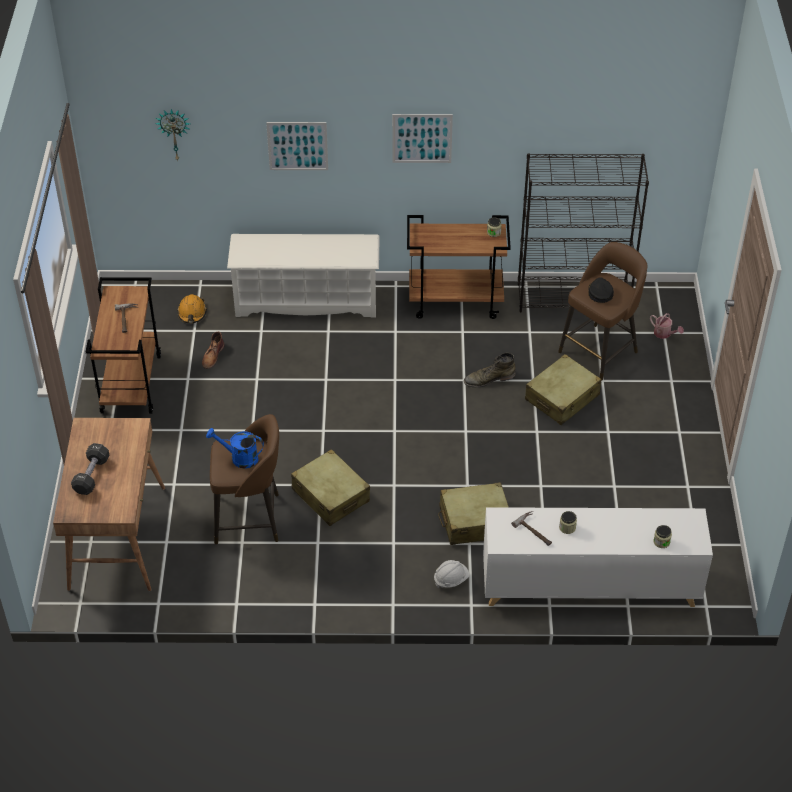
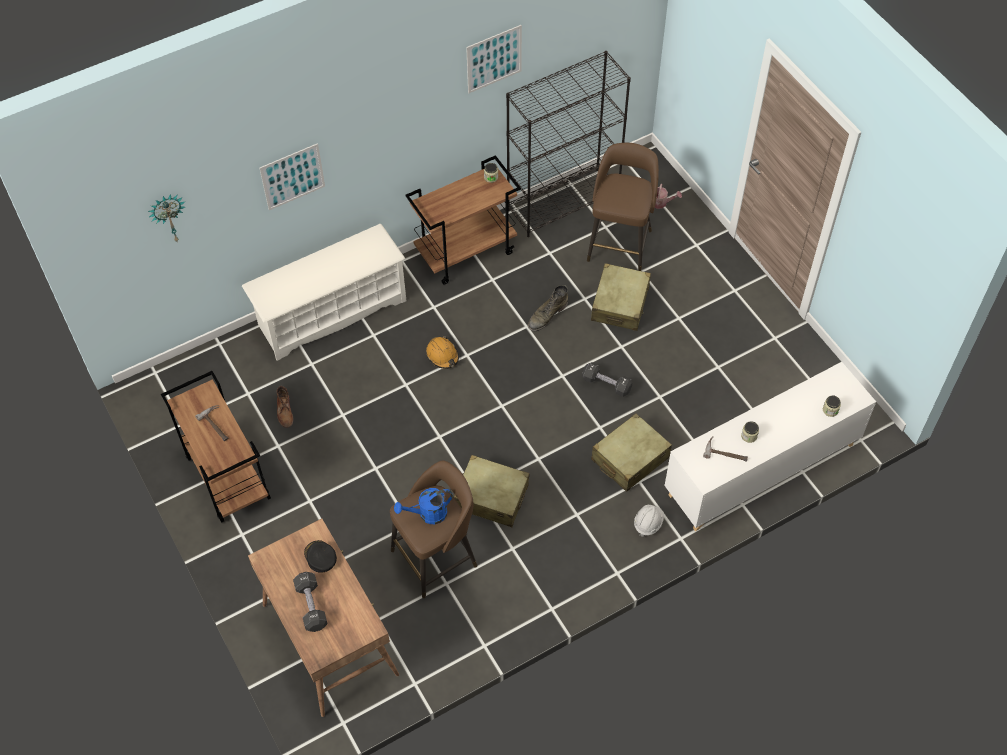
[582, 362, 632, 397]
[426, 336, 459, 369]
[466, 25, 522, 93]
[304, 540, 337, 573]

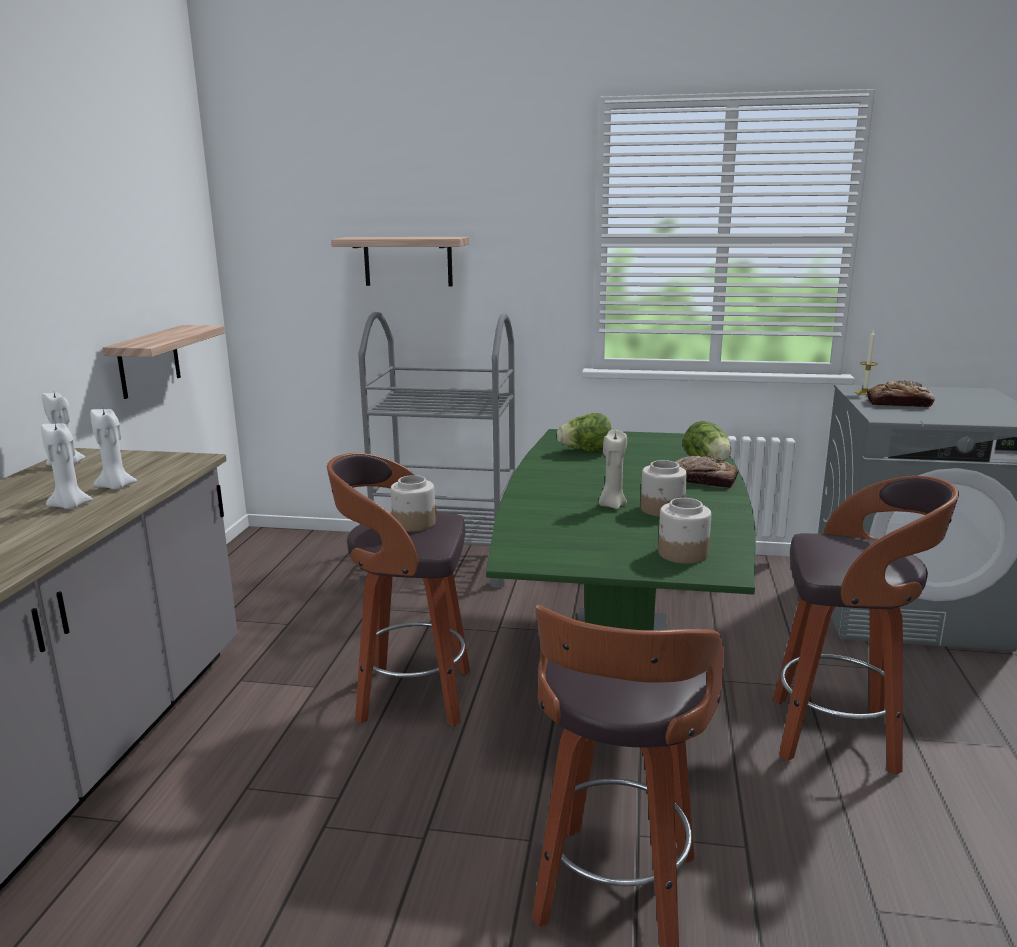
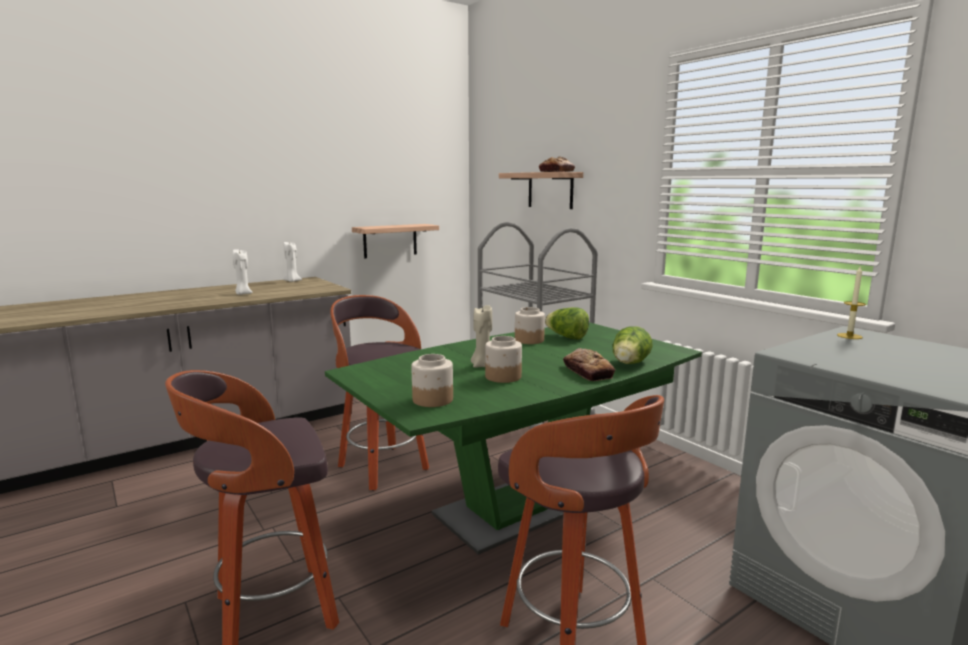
[90, 408, 137, 490] (first image)
[515, 307, 545, 344]
[539, 156, 575, 172]

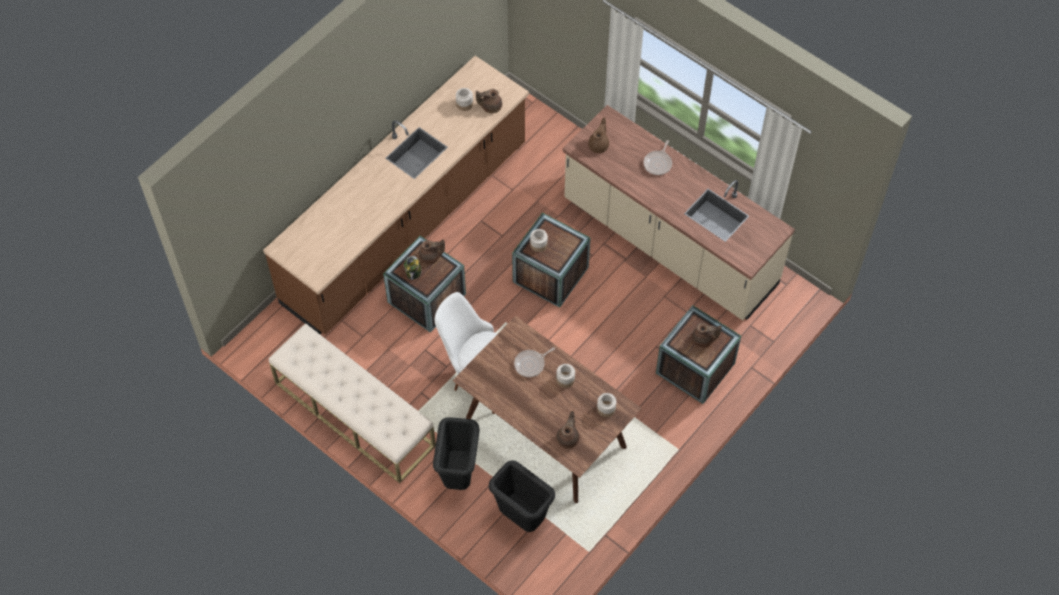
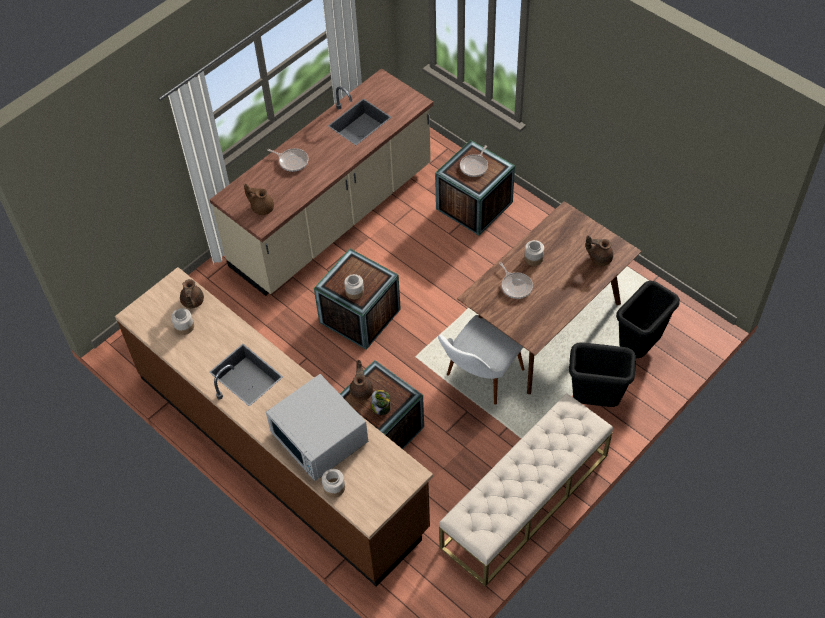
[266, 374, 368, 481]
[322, 469, 345, 498]
[460, 145, 488, 177]

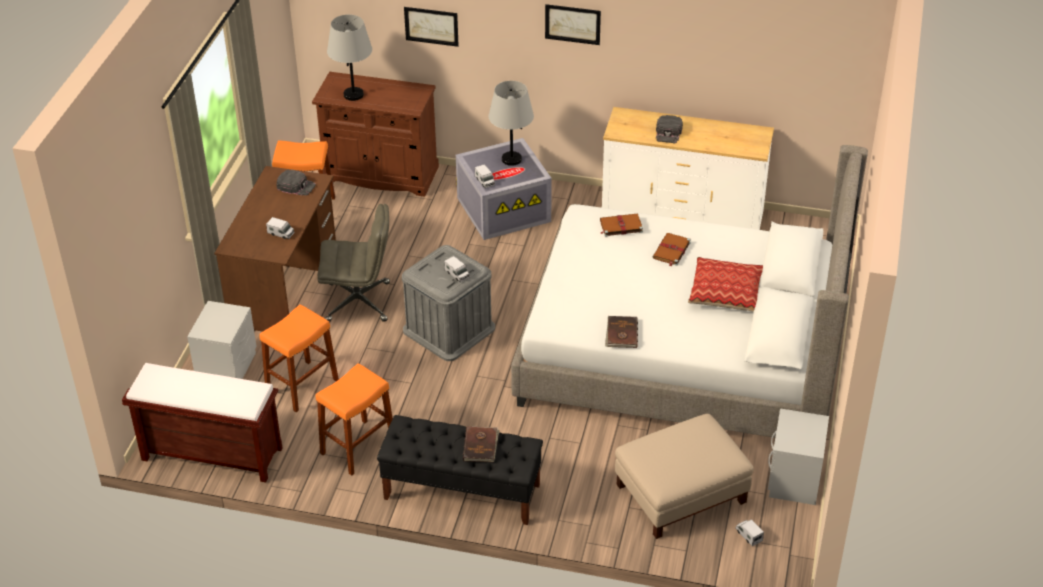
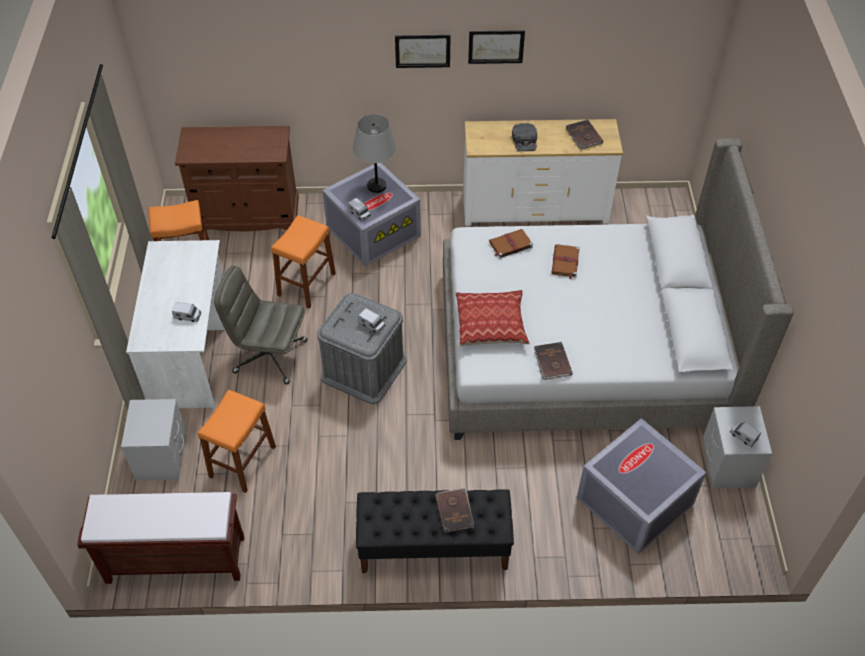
[276, 170, 316, 196] (first image)
[327, 15, 372, 101] (first image)
[566, 120, 603, 149]
[271, 215, 336, 309]
[468, 30, 525, 64]
[456, 290, 530, 346]
[730, 422, 761, 447]
[577, 418, 706, 554]
[126, 240, 225, 408]
[214, 266, 308, 384]

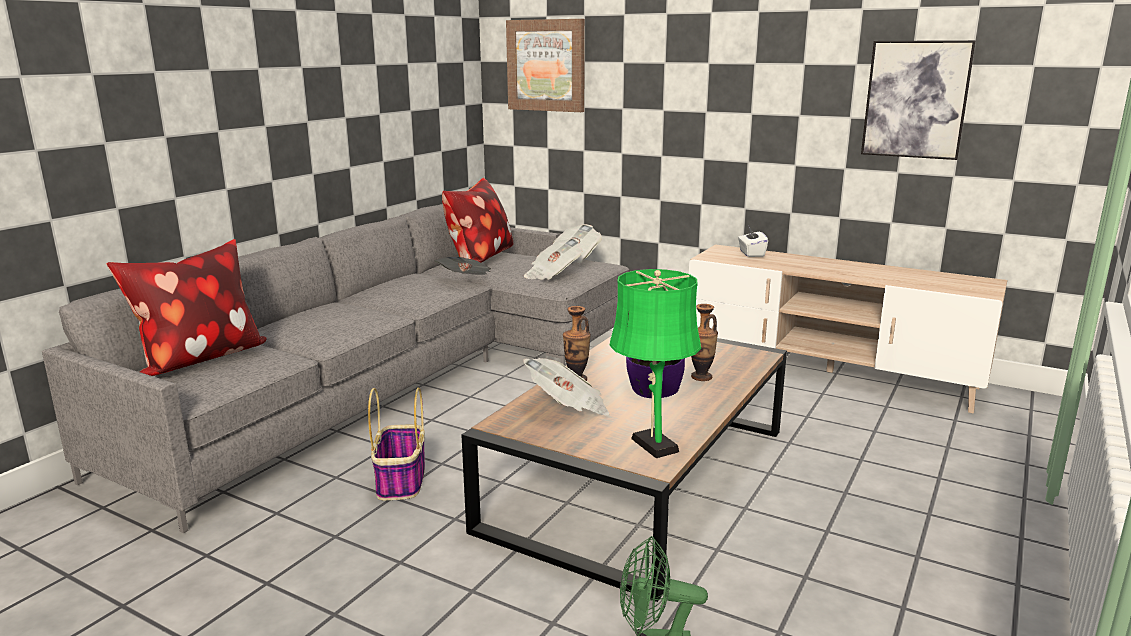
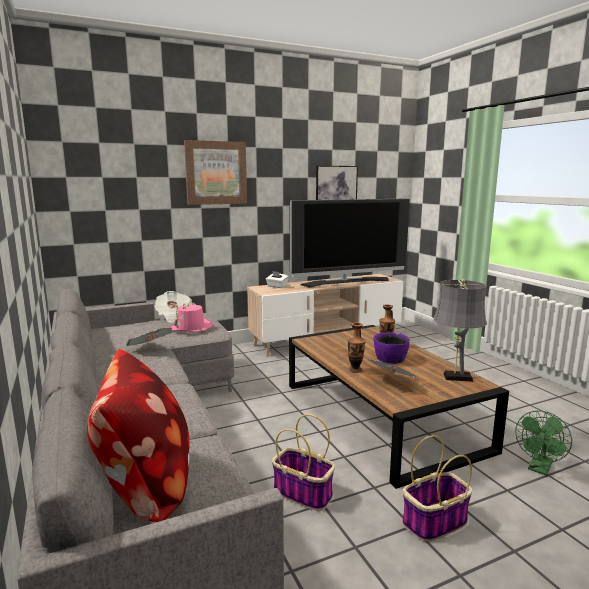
[442, 178, 513, 263] (first image)
[290, 199, 410, 287]
[402, 435, 472, 542]
[184, 140, 247, 205]
[169, 303, 213, 332]
[433, 279, 487, 382]

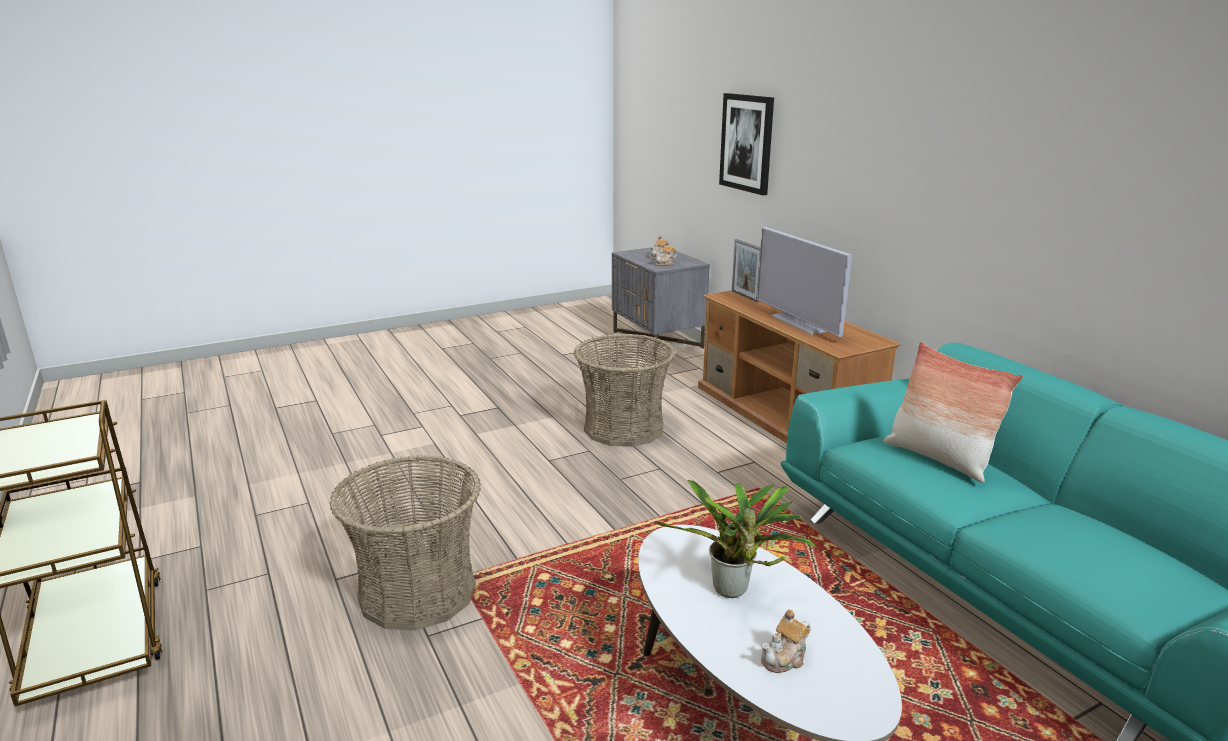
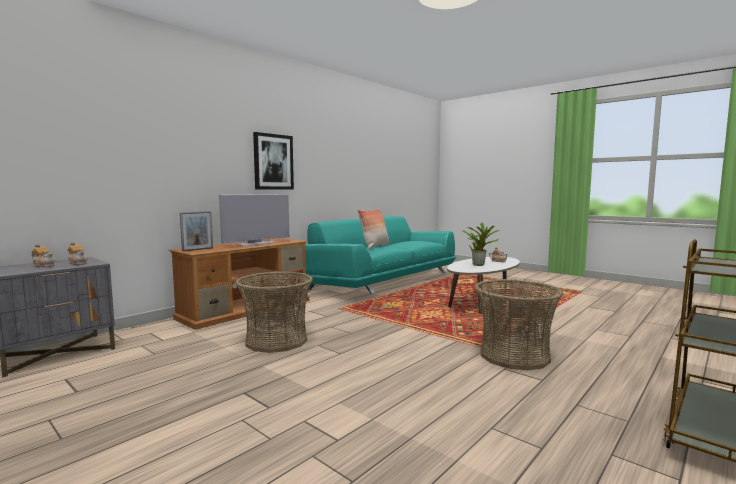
[253, 132, 294, 190]

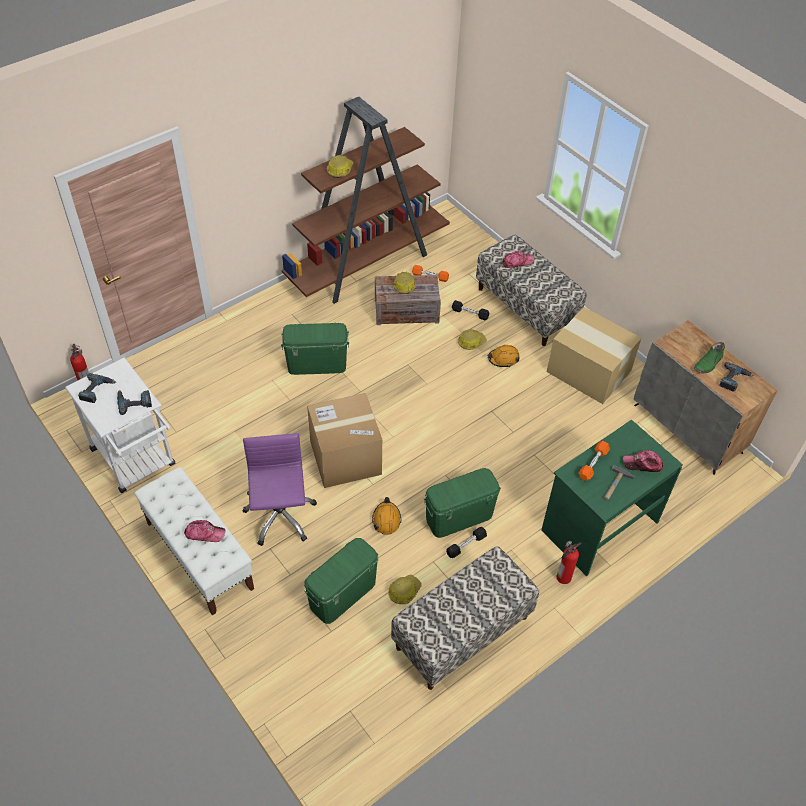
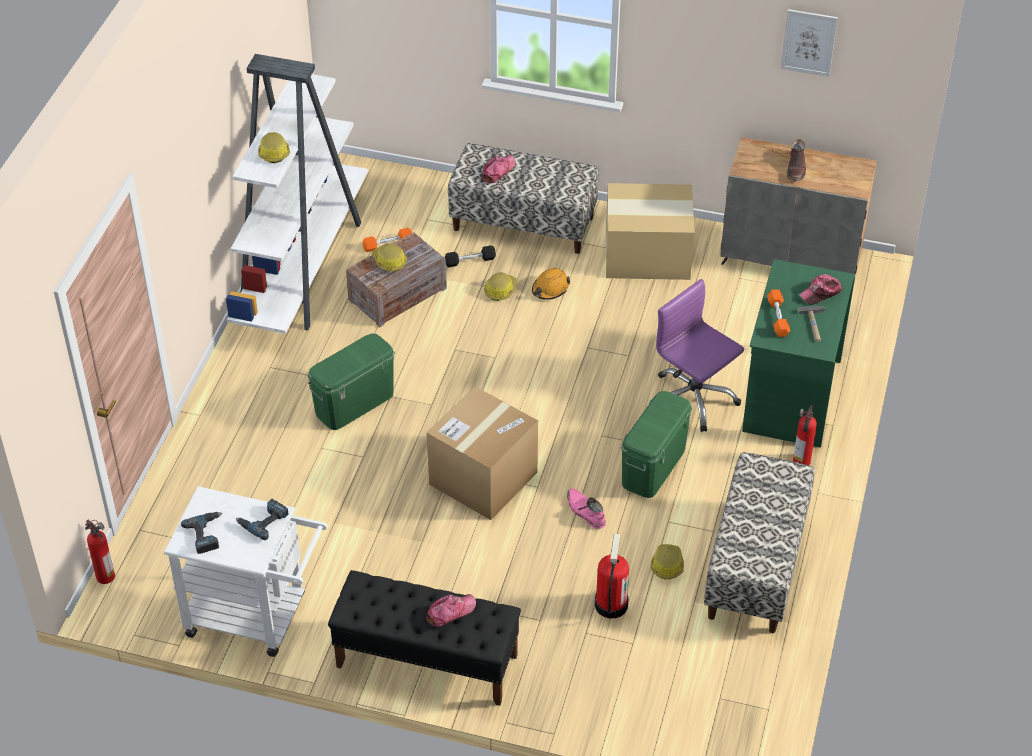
[446, 527, 487, 558] (first image)
[719, 362, 754, 392] (first image)
[781, 9, 838, 77]
[656, 279, 744, 432]
[595, 533, 629, 618]
[567, 488, 606, 529]
[328, 570, 521, 706]
[226, 54, 368, 334]
[787, 139, 806, 181]

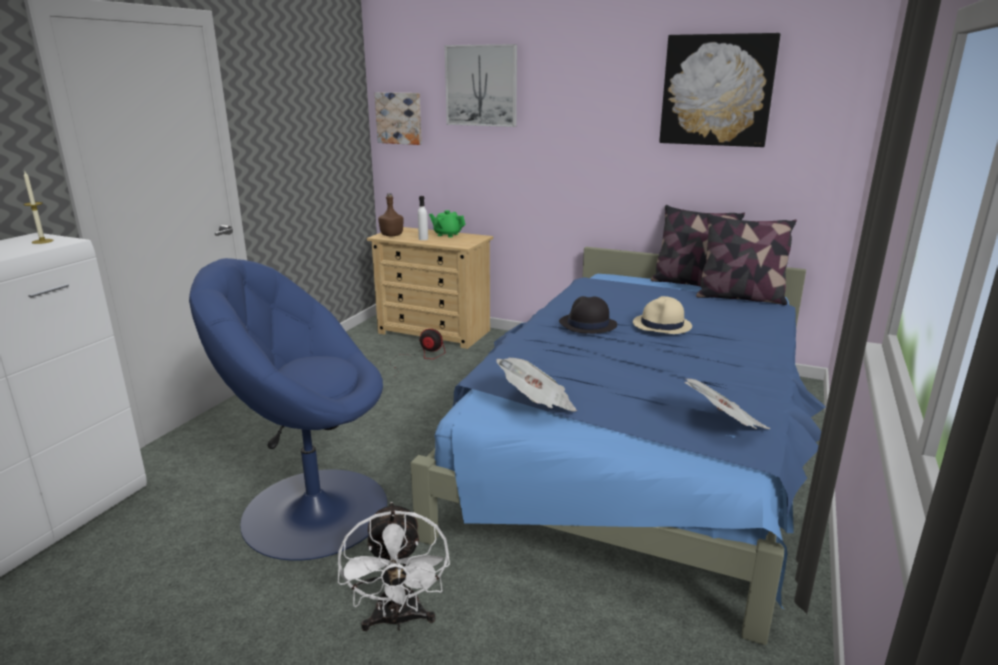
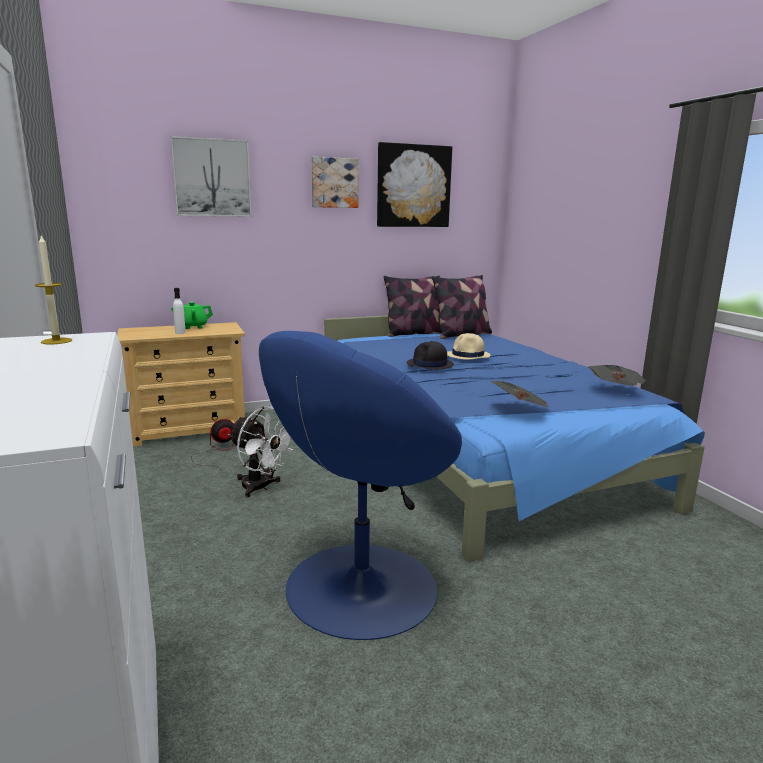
[378, 193, 404, 236] (first image)
[228, 406, 294, 497]
[311, 157, 359, 208]

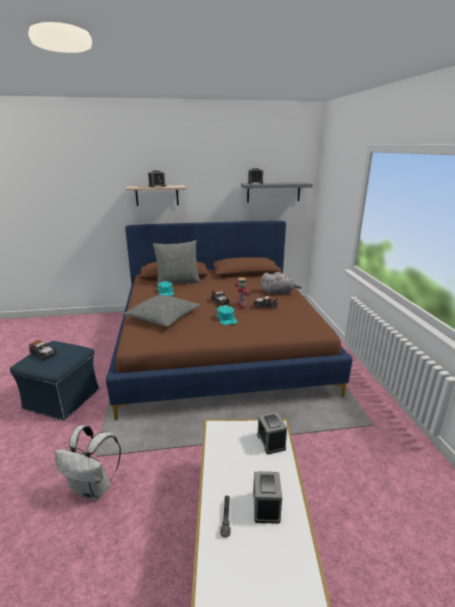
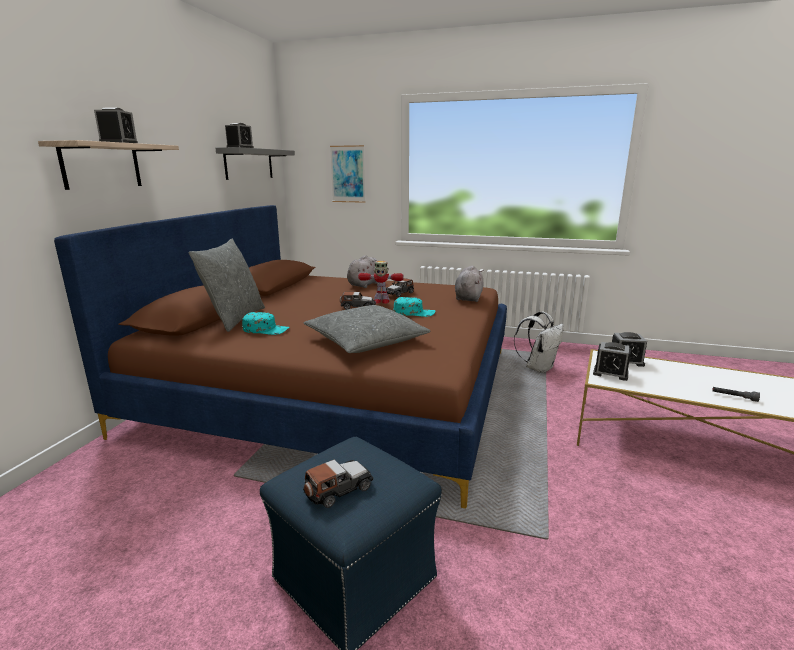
[330, 145, 365, 203]
[455, 265, 484, 302]
[514, 311, 564, 373]
[593, 342, 631, 381]

